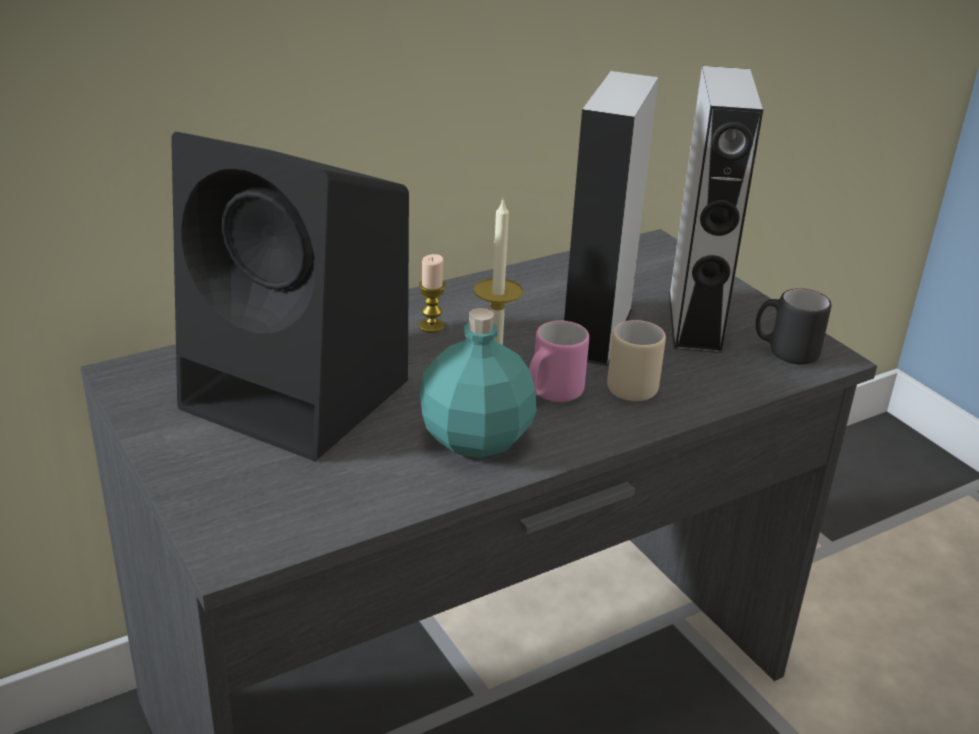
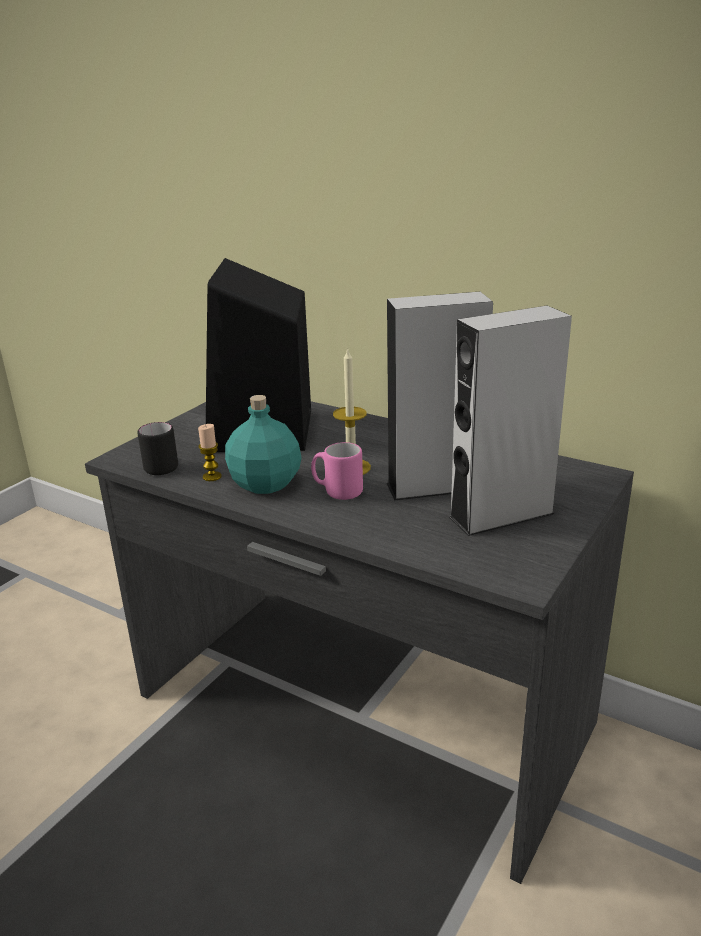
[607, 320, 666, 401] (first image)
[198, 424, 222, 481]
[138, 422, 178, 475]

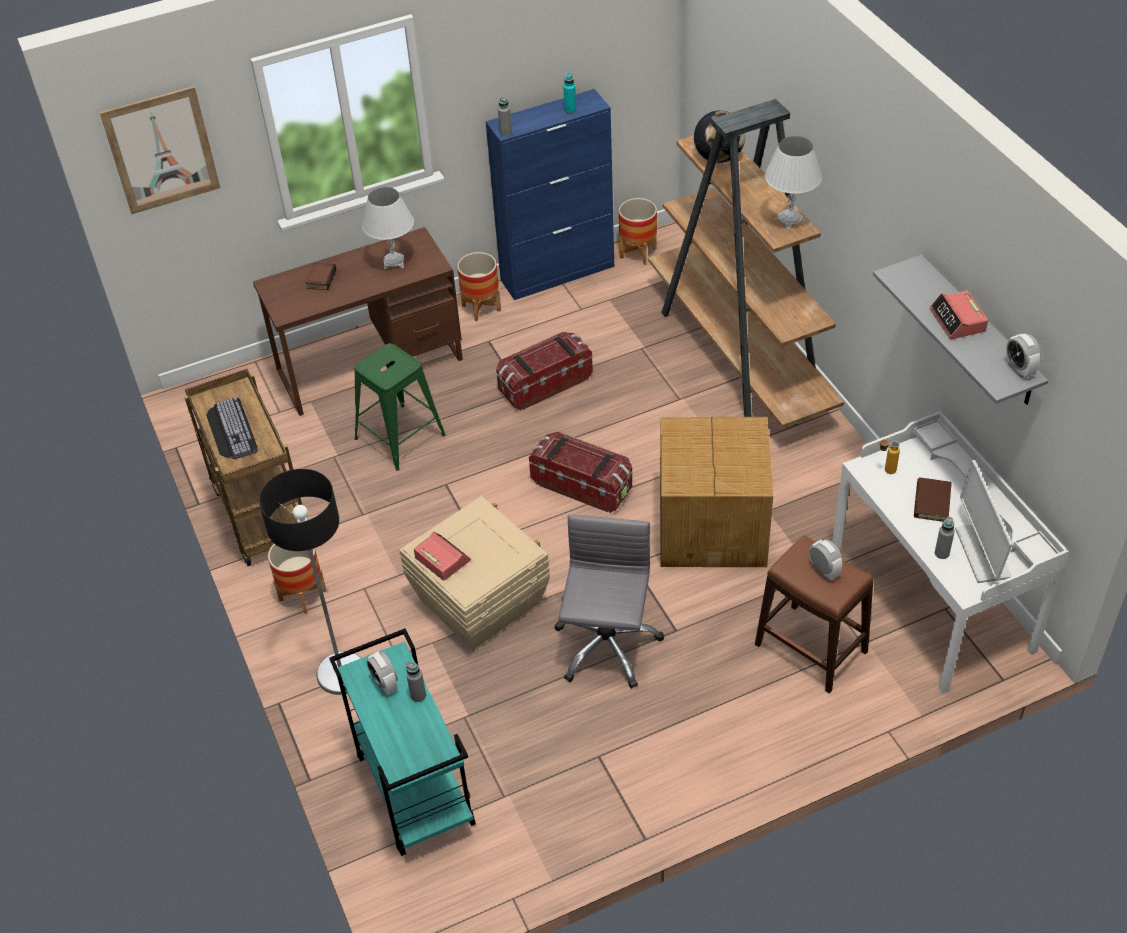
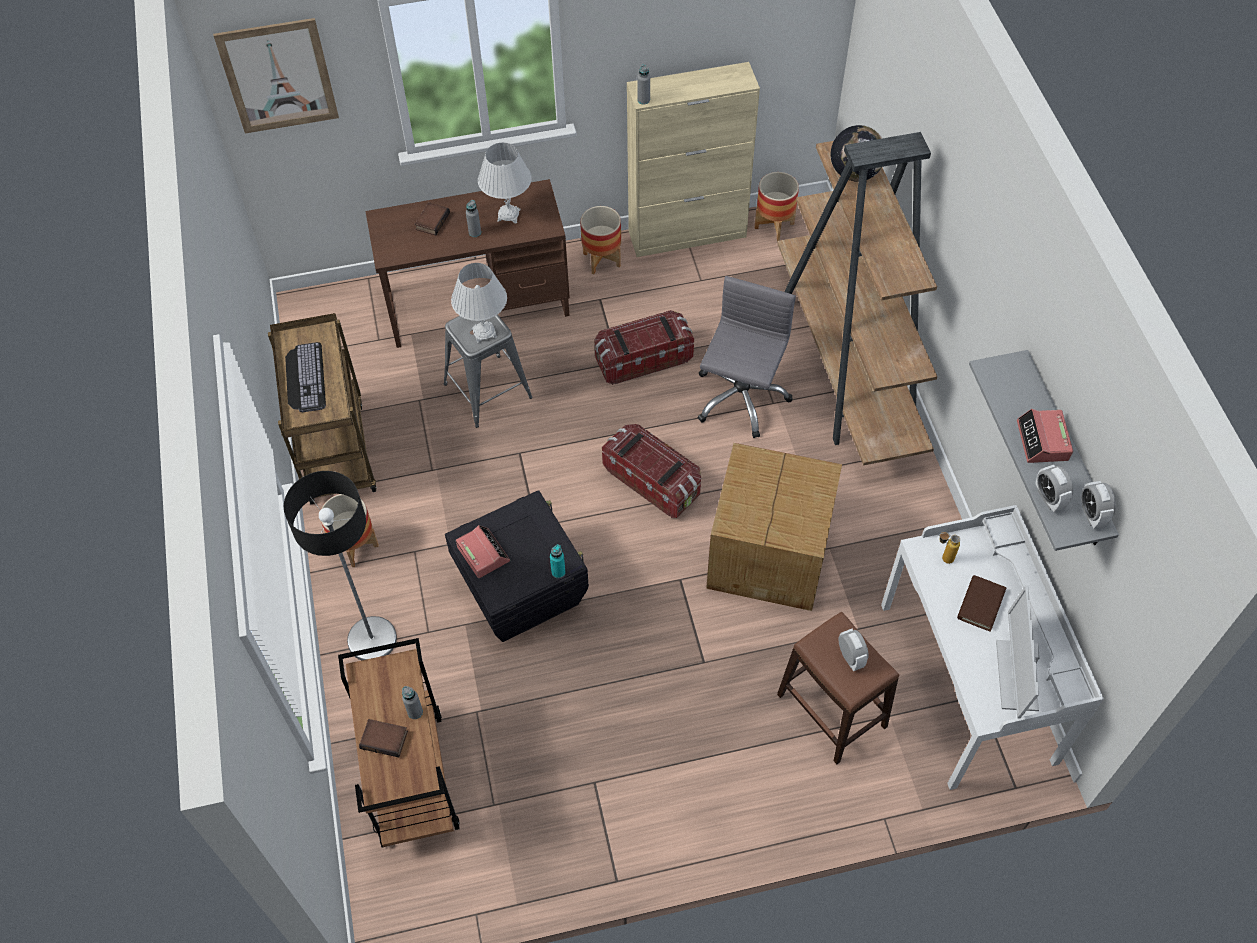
[359, 719, 408, 757]
[1035, 465, 1073, 512]
[698, 276, 796, 438]
[550, 544, 566, 578]
[451, 263, 507, 343]
[466, 200, 481, 237]
[338, 638, 460, 848]
[444, 314, 533, 428]
[445, 490, 589, 642]
[627, 62, 760, 257]

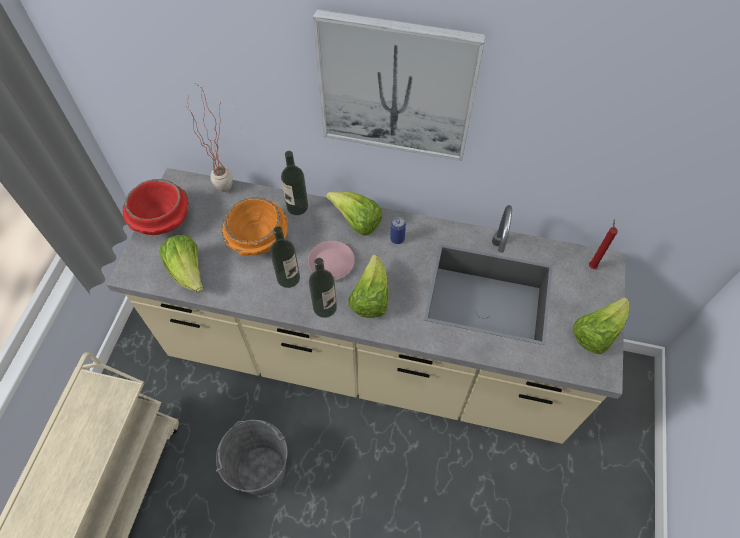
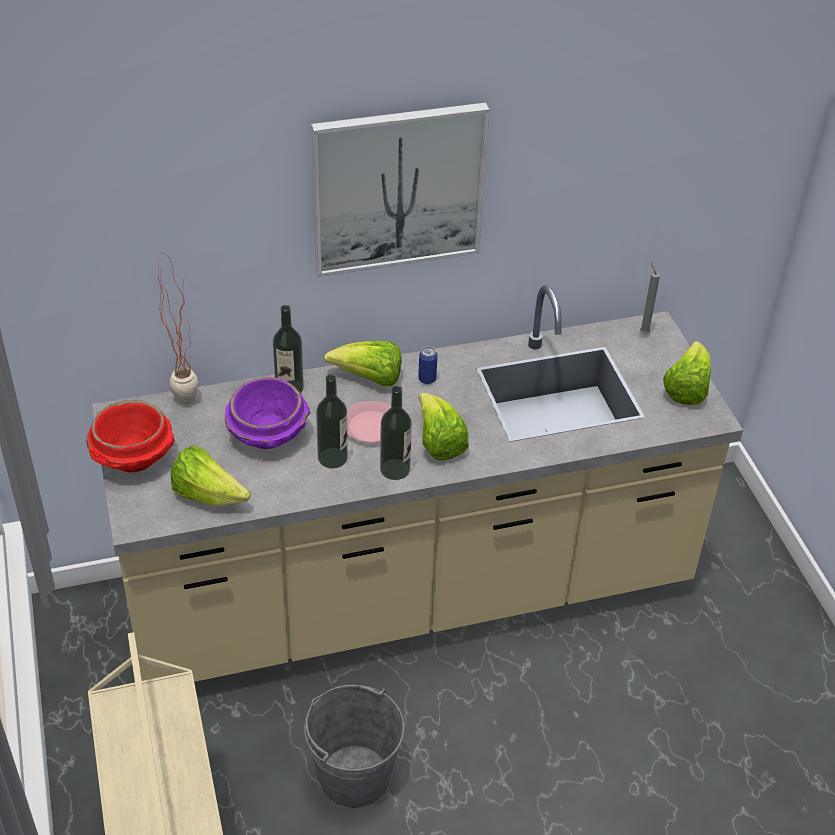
[225, 377, 311, 449]
[640, 263, 660, 335]

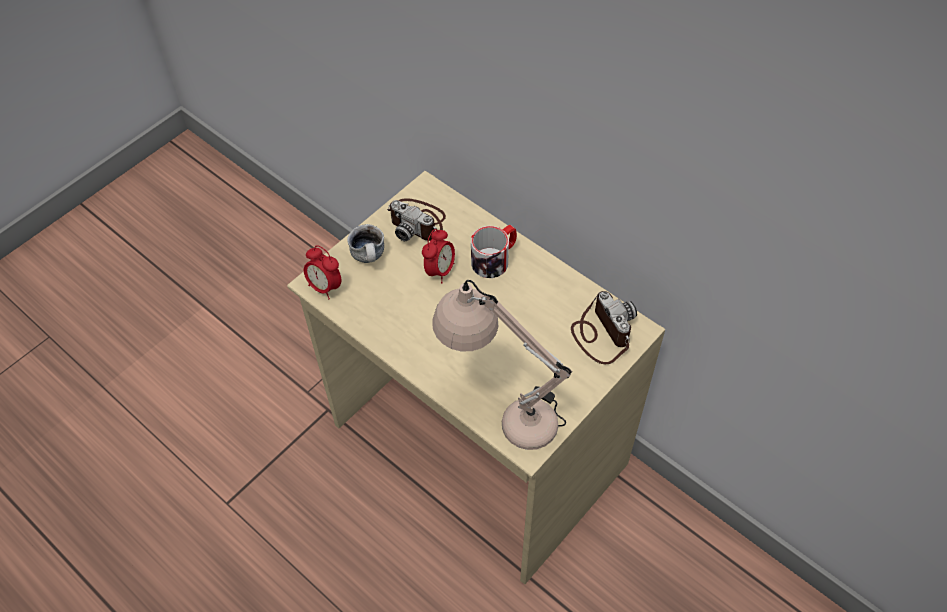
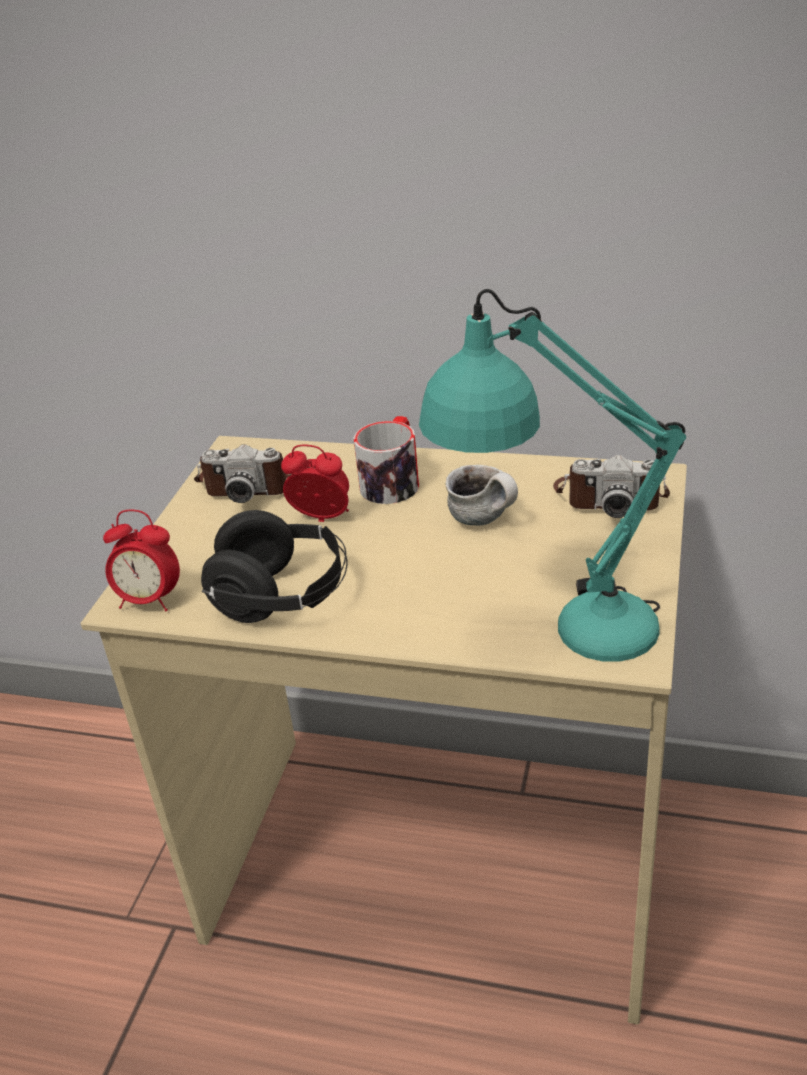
[201, 510, 348, 623]
[446, 465, 518, 525]
[419, 289, 686, 662]
[281, 445, 349, 522]
[553, 455, 670, 518]

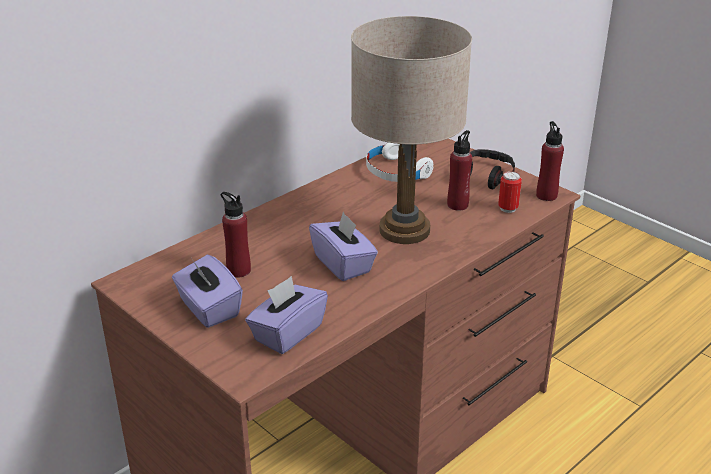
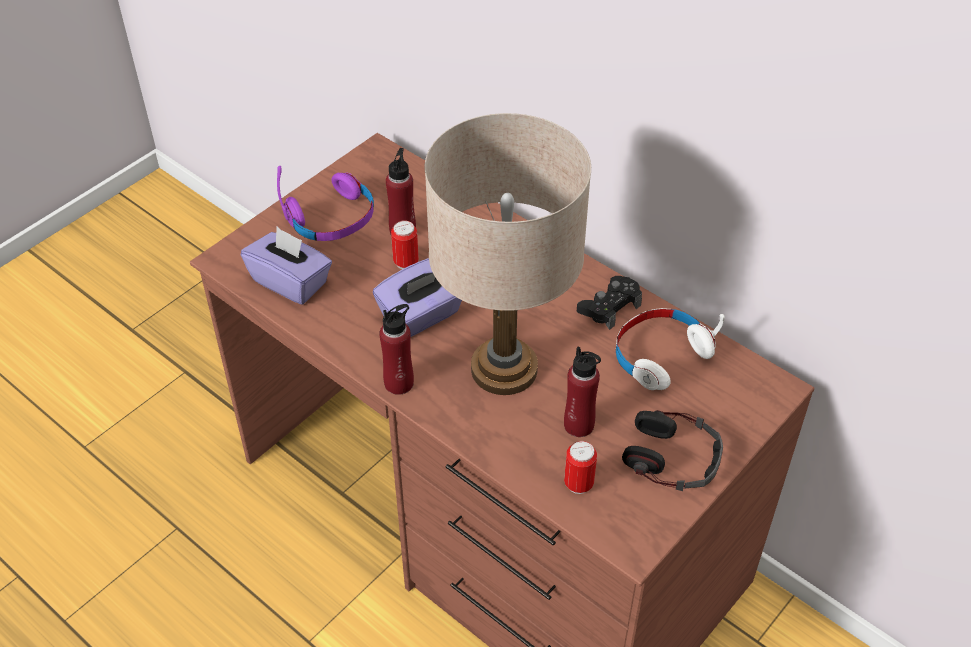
[391, 220, 419, 269]
[577, 276, 642, 330]
[379, 304, 414, 395]
[277, 166, 374, 241]

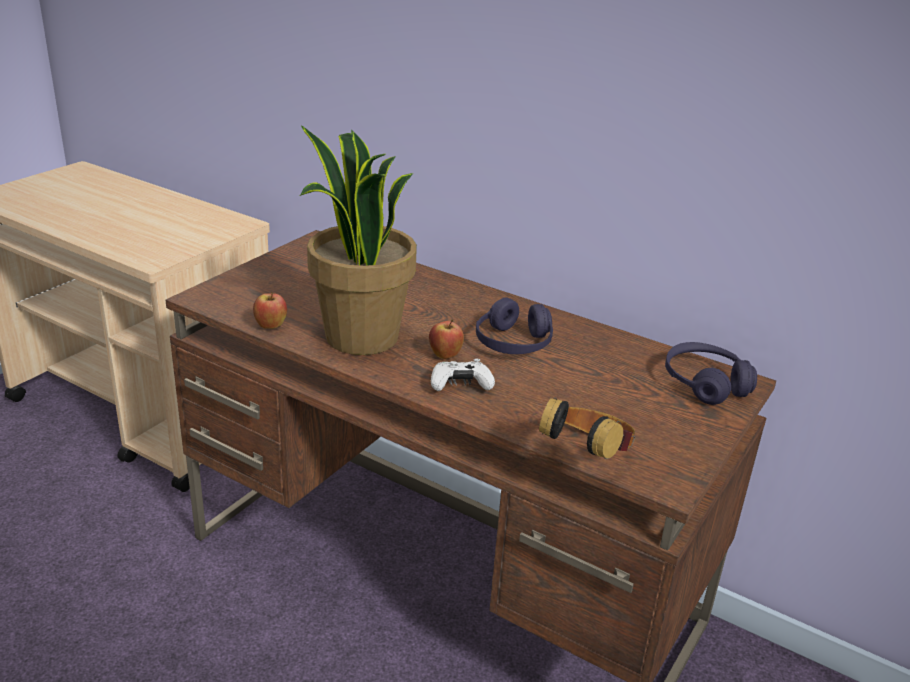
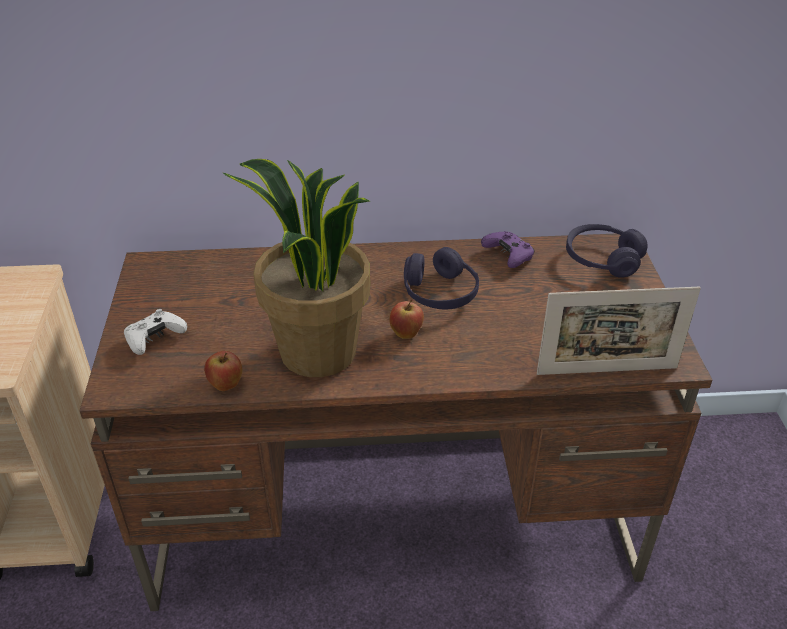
[481, 231, 535, 268]
[124, 309, 187, 355]
[537, 287, 701, 375]

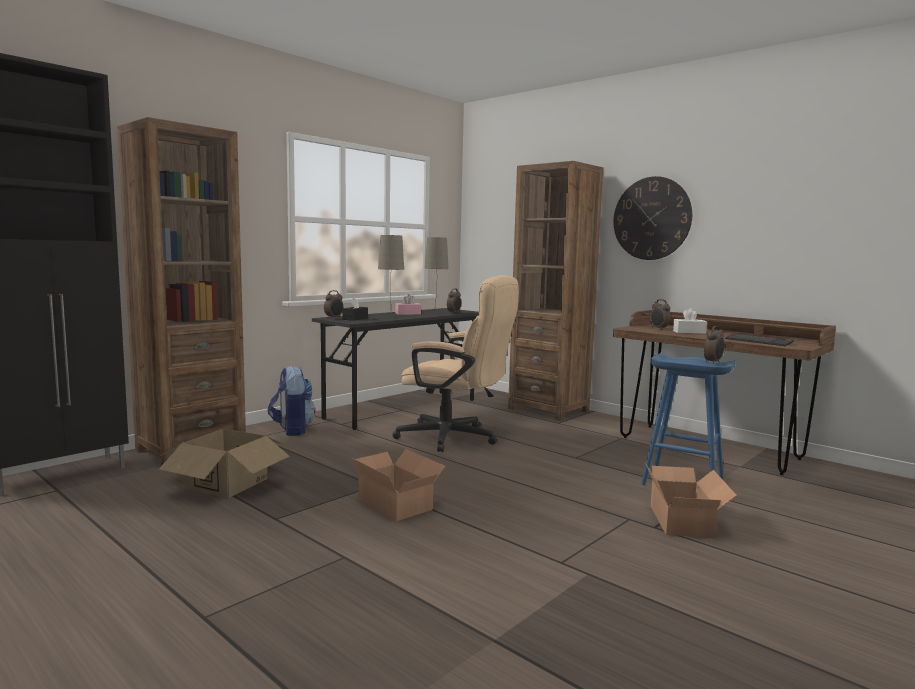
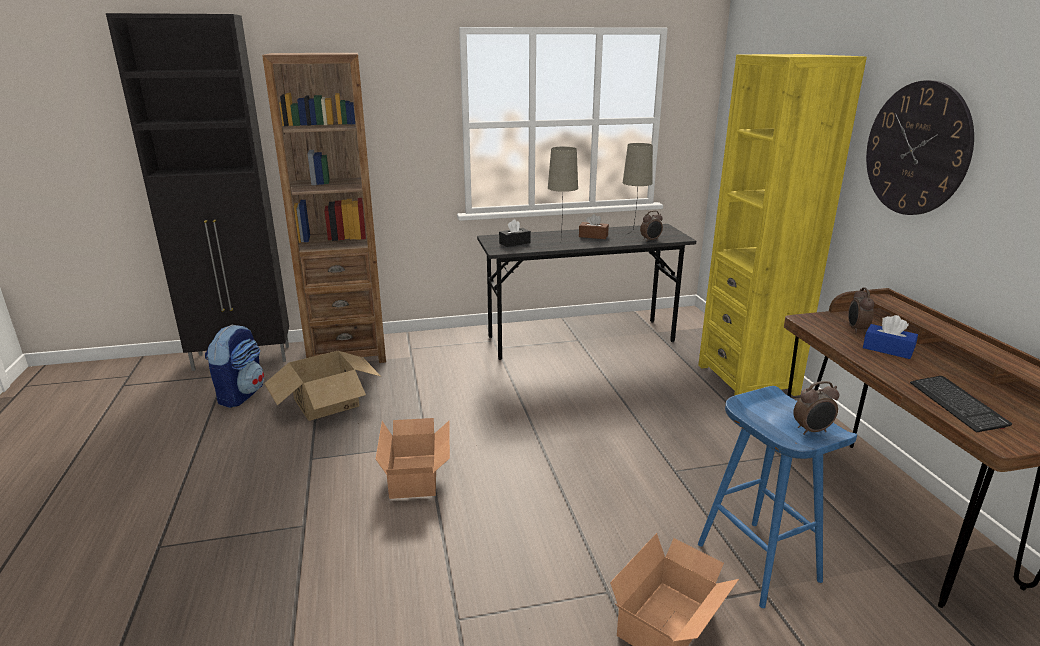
[324, 290, 343, 318] (first image)
[392, 275, 519, 452] (first image)
[205, 324, 264, 408]
[579, 214, 609, 239]
[698, 54, 867, 396]
[863, 315, 918, 359]

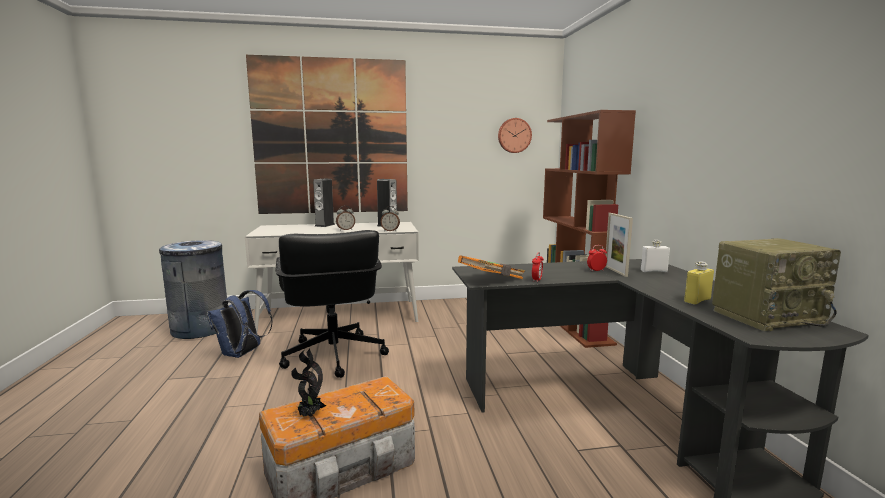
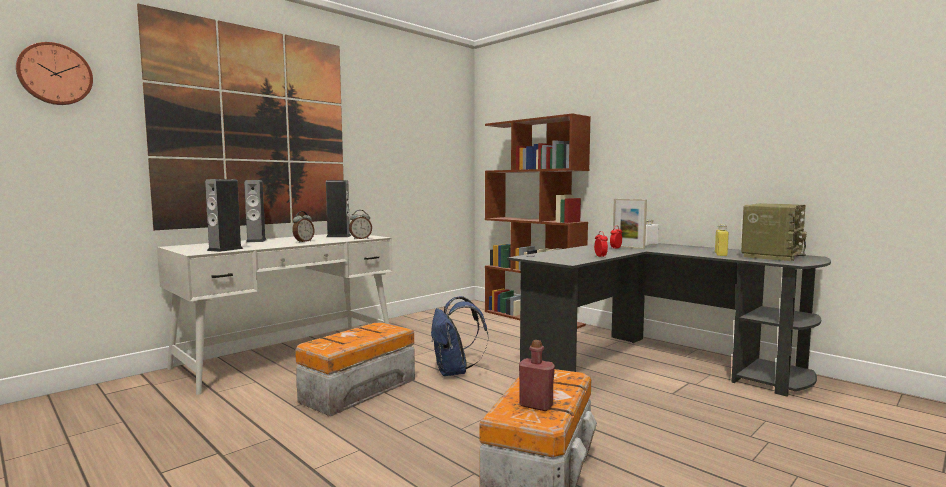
[159, 240, 227, 339] (first image)
[458, 255, 525, 279] (first image)
[205, 179, 243, 252]
[431, 296, 488, 376]
[16, 42, 93, 105]
[295, 322, 415, 416]
[519, 340, 555, 411]

